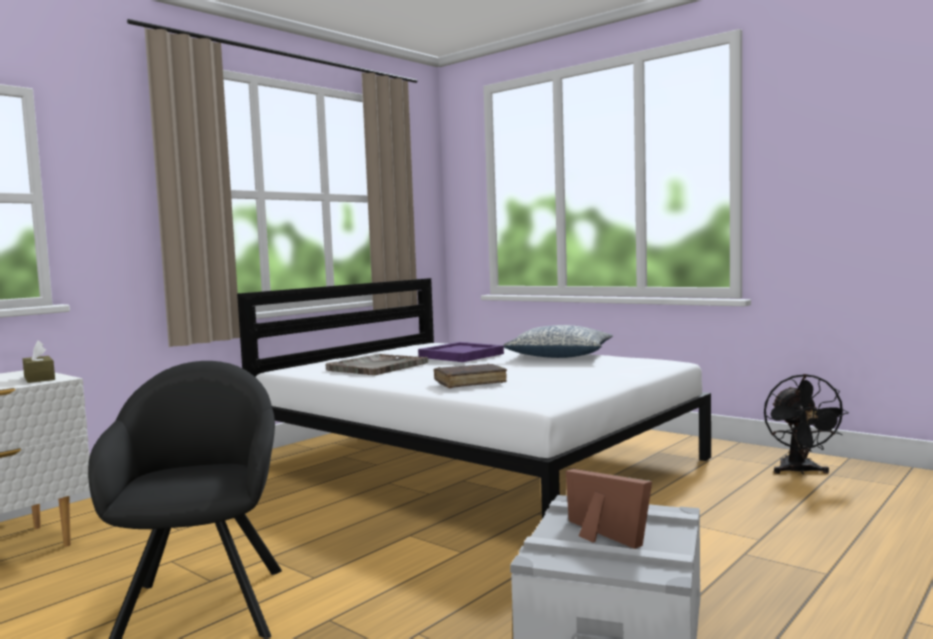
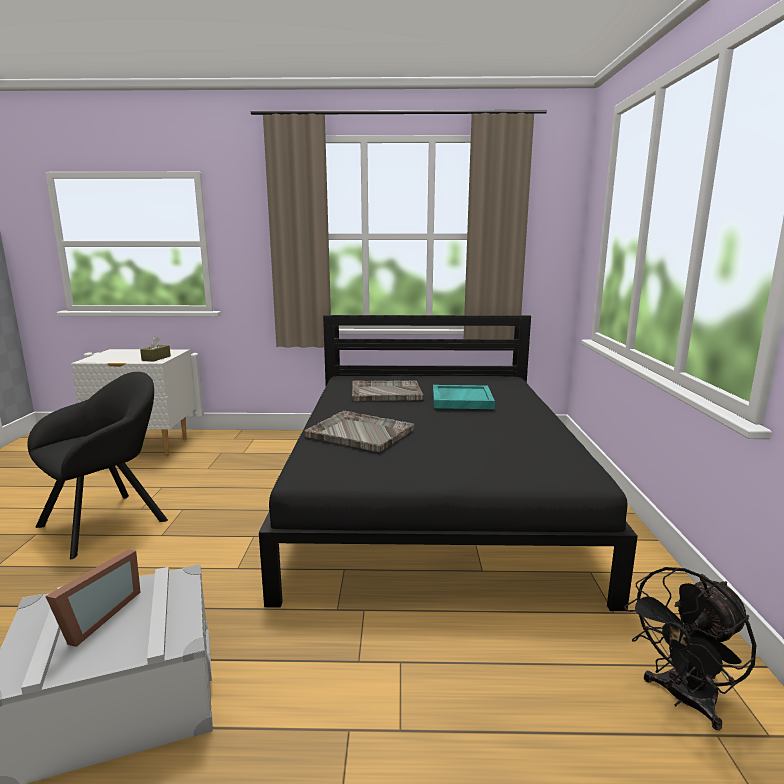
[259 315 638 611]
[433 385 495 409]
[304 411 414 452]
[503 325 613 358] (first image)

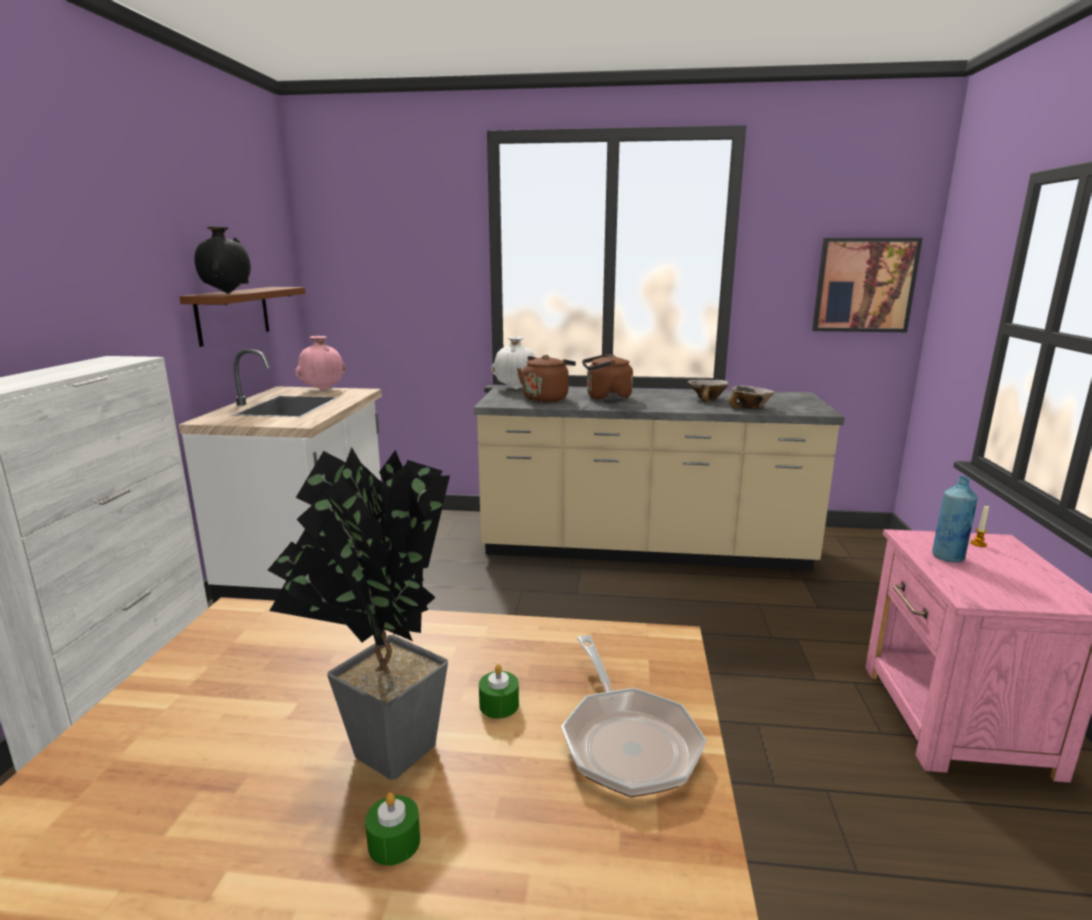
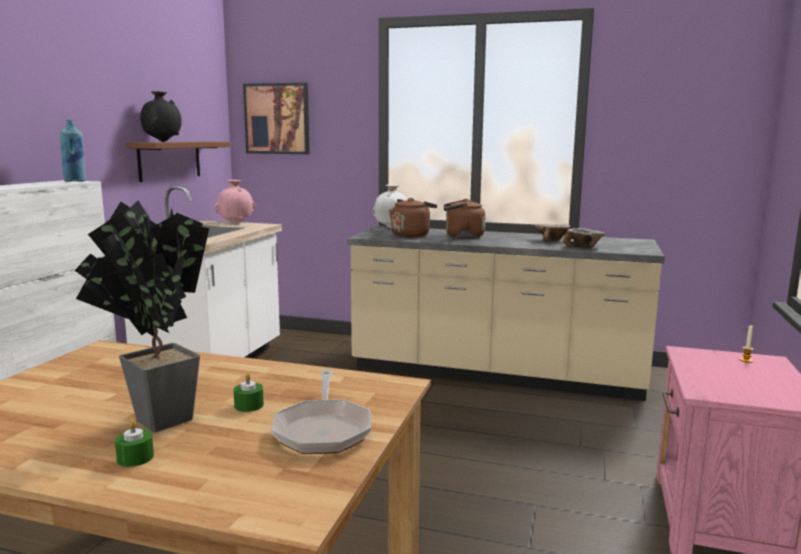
[243 83 310 154]
[59 120 86 182]

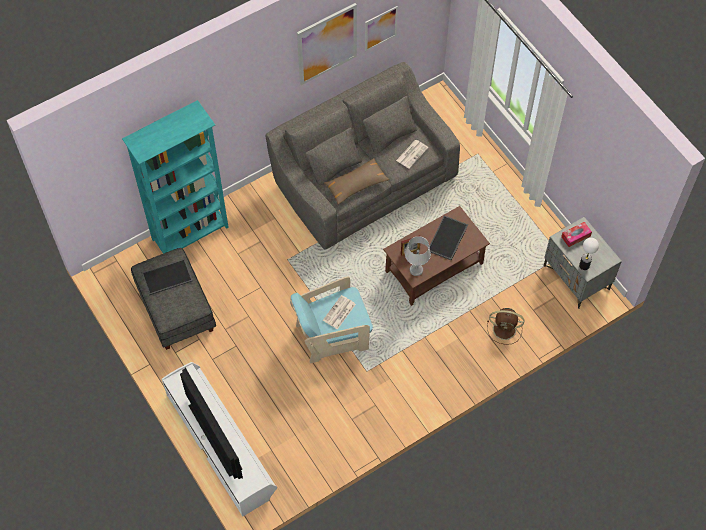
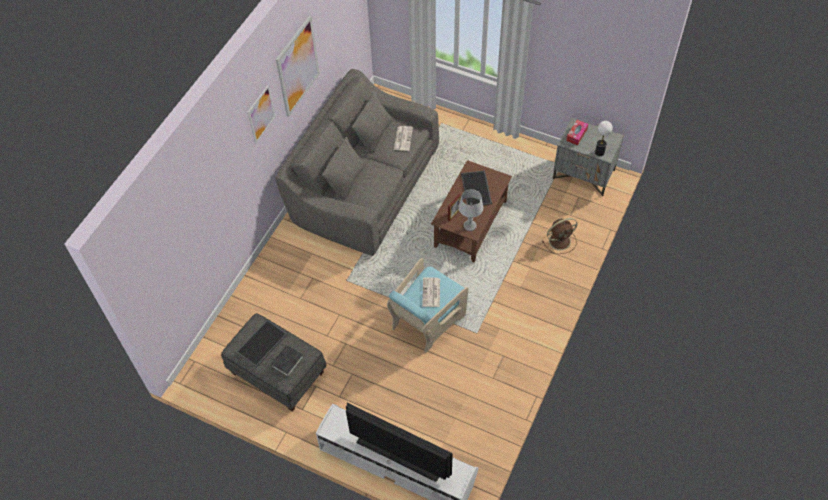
[122 100 229 254] (first image)
[324 158 390 205] (first image)
[248 85 276 143]
[271 345 304 377]

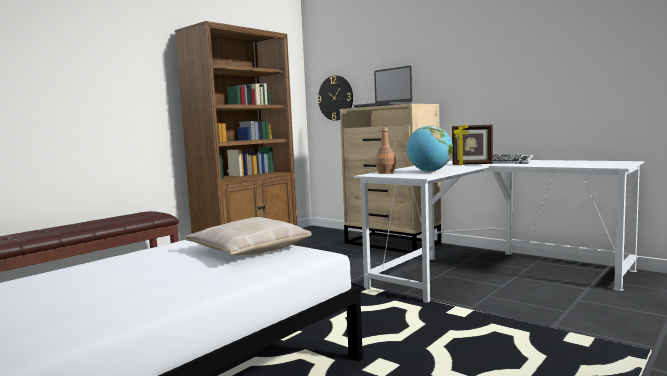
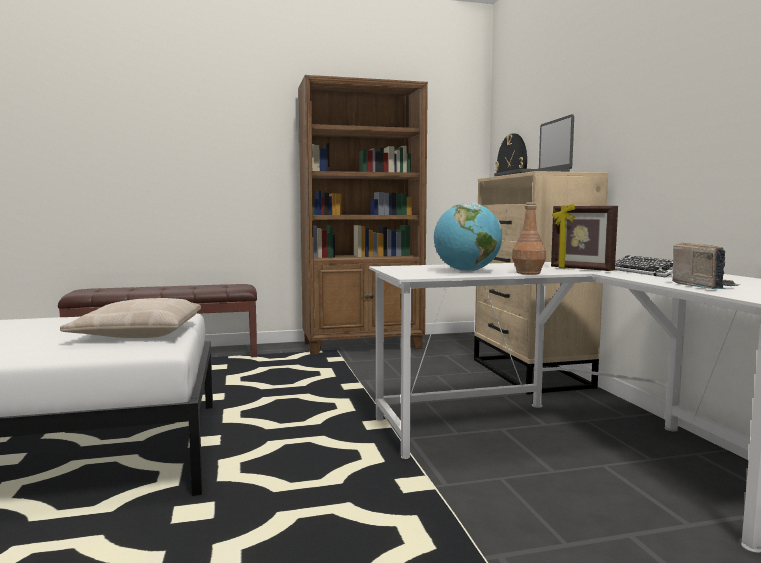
[512 202 546 274]
[672 243 740 289]

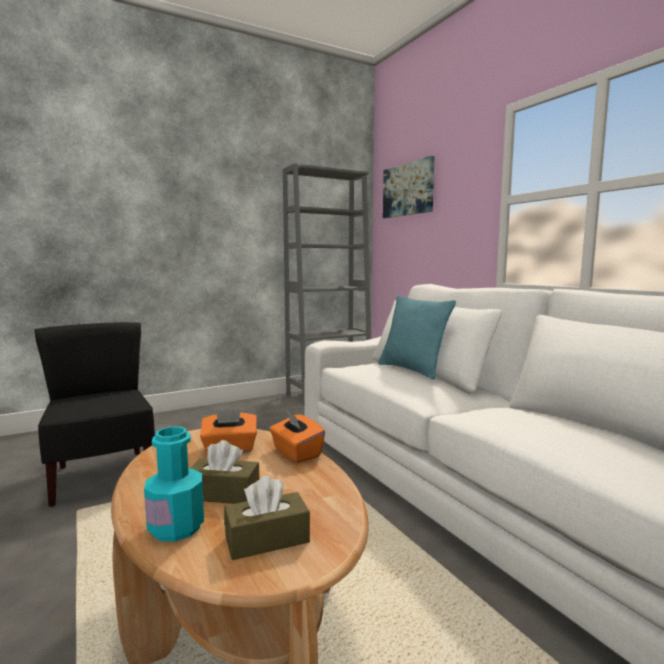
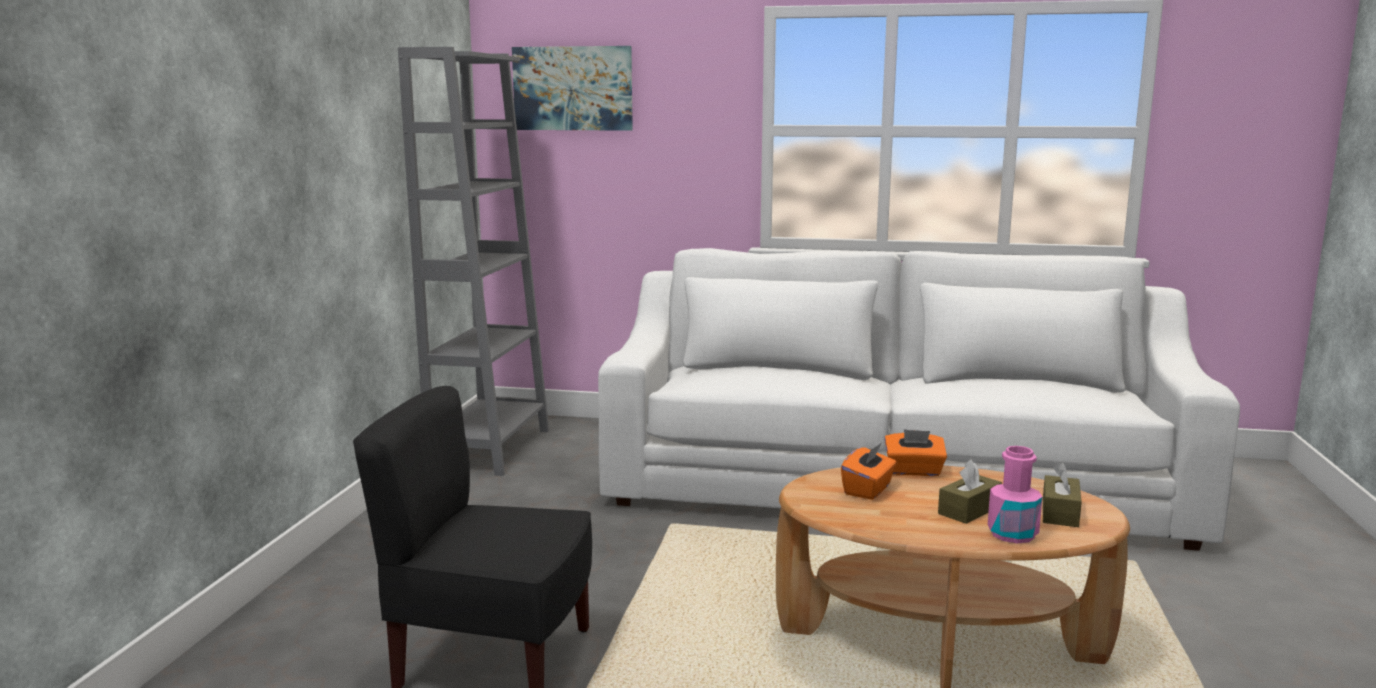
[988 446 1042 543]
[378 295 456 380] (first image)

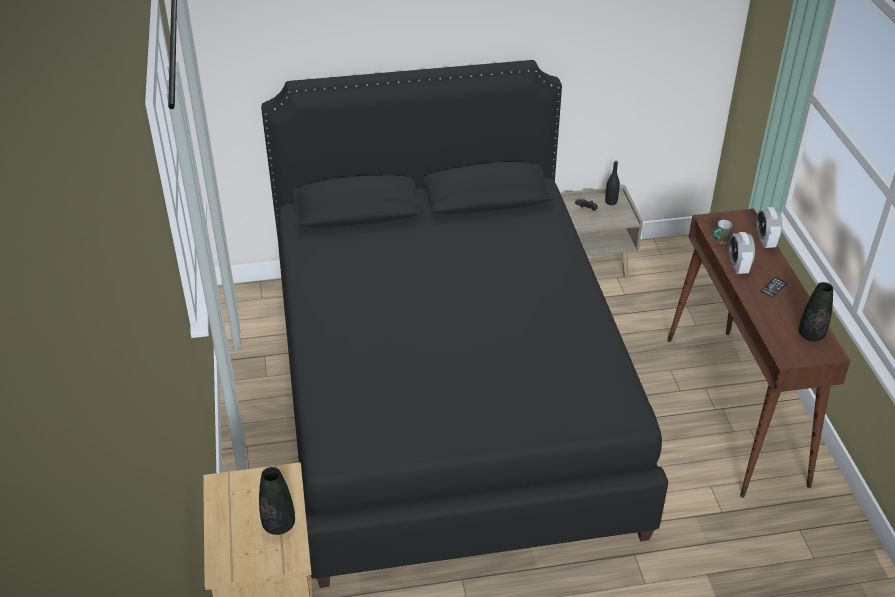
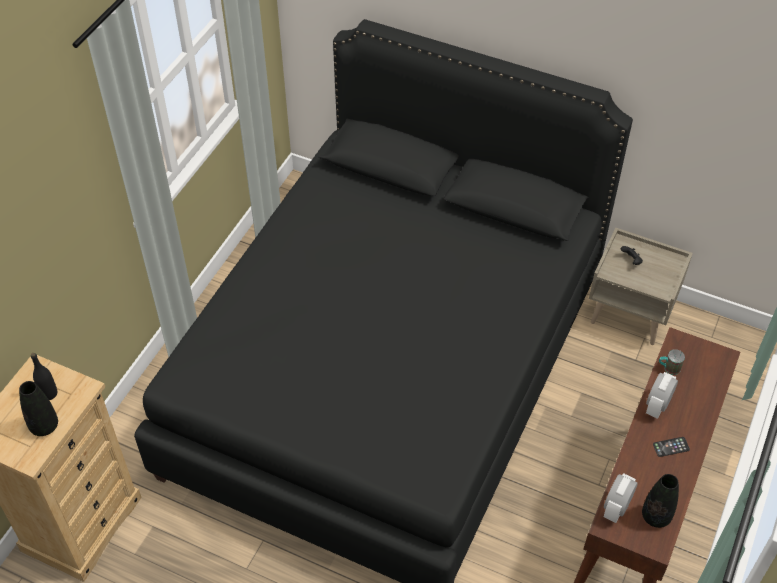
[31 353 57 400]
[604 473 637 523]

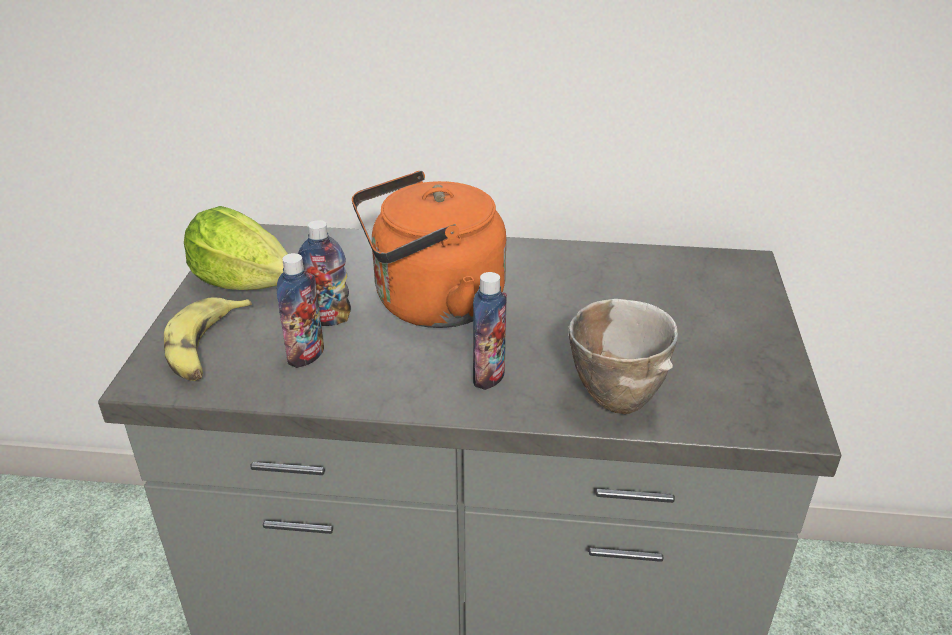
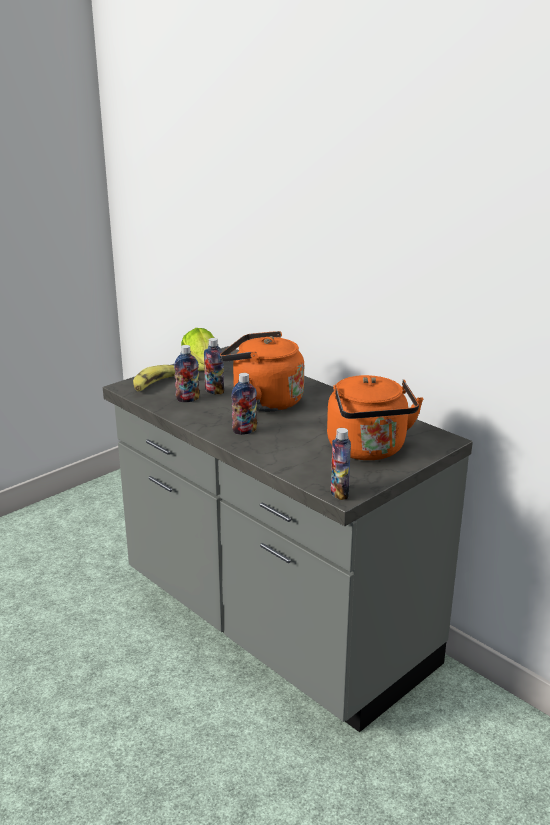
[569 299 678 414] (first image)
[327 375 424 460]
[331 428 351 500]

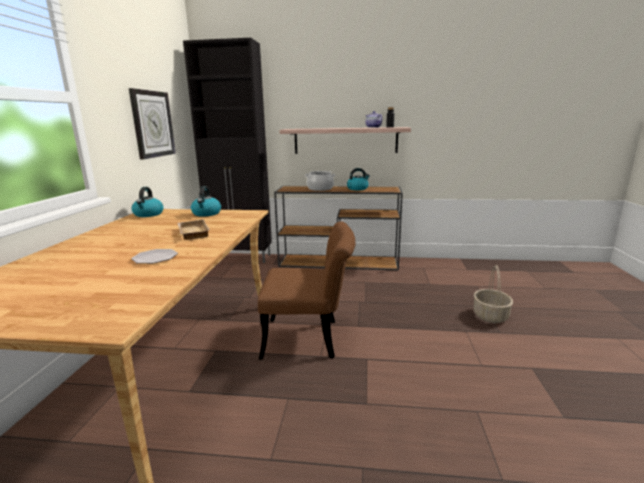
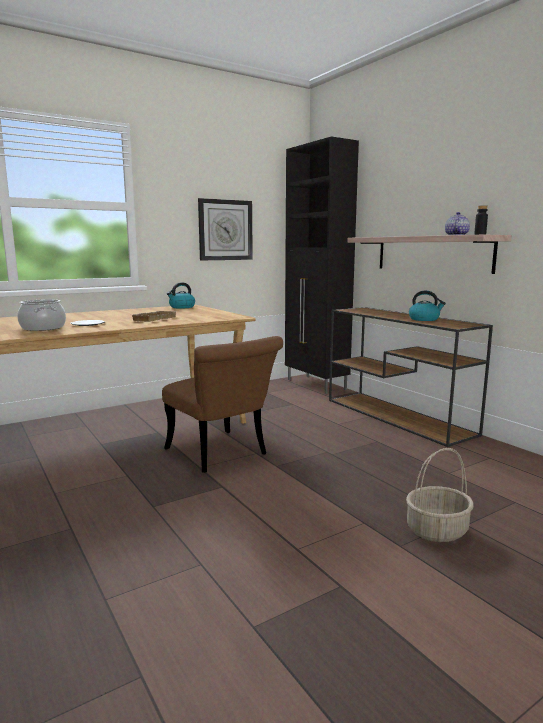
[191 186 221 217] (first image)
[17 299 66 331]

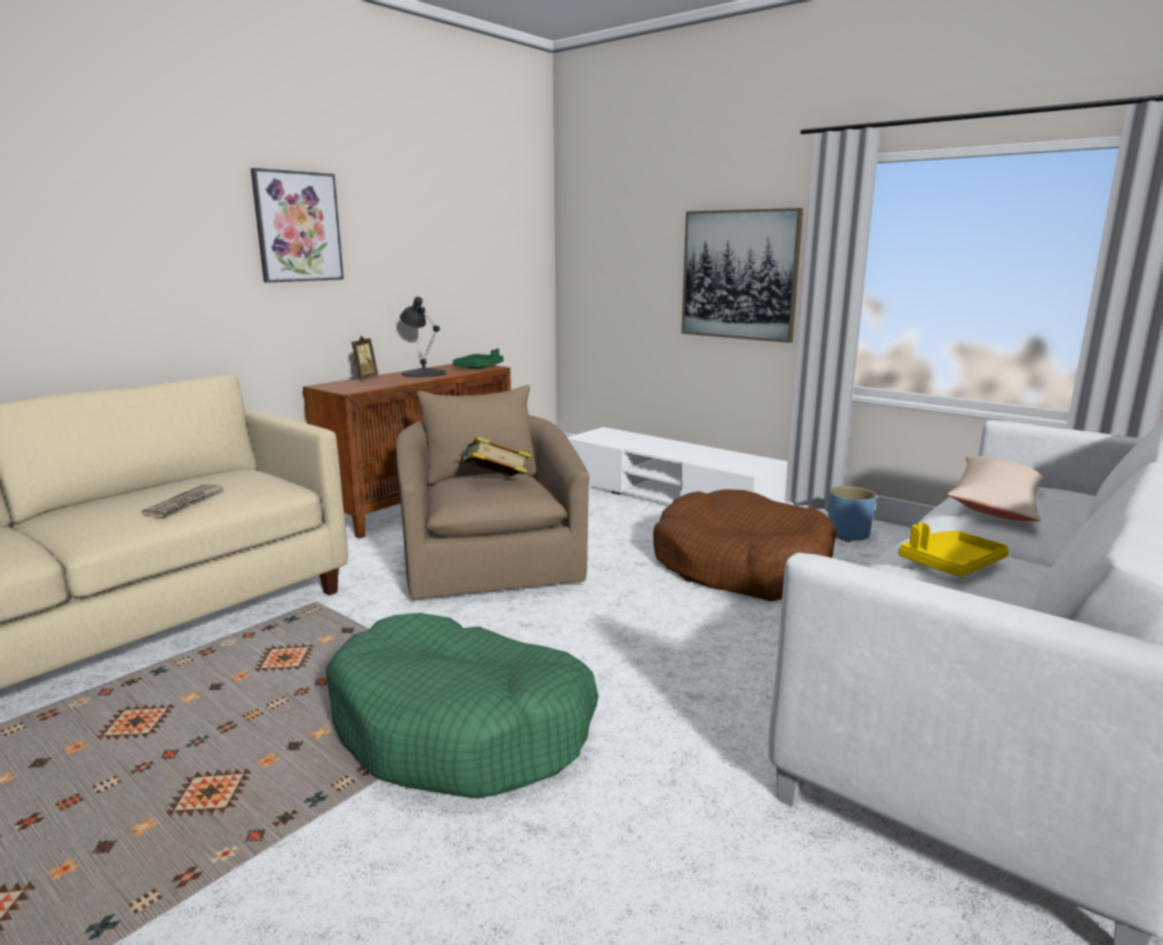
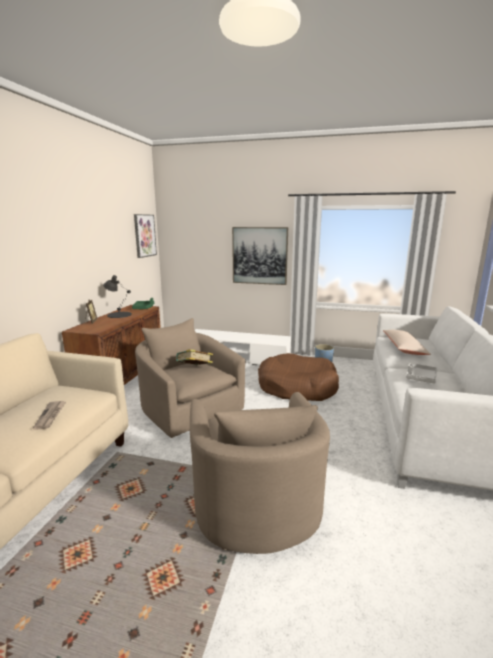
[134 214 157 258]
[190 392 330 554]
[406 364 437 384]

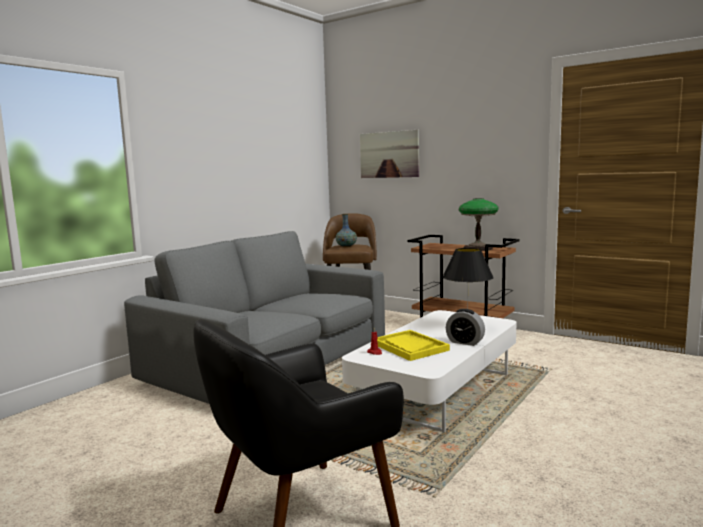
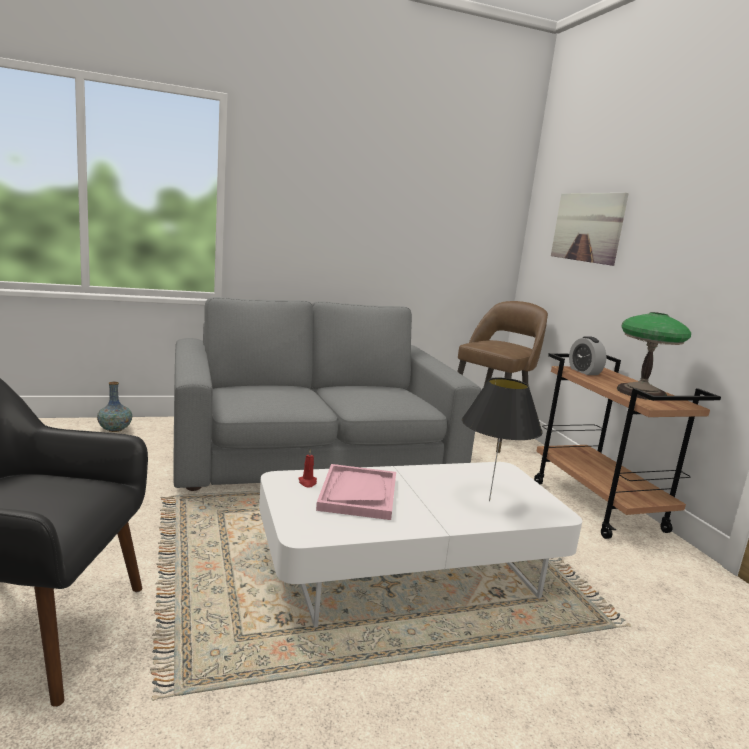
[97 382 132 432]
[316 464 396 520]
[569 336 606 375]

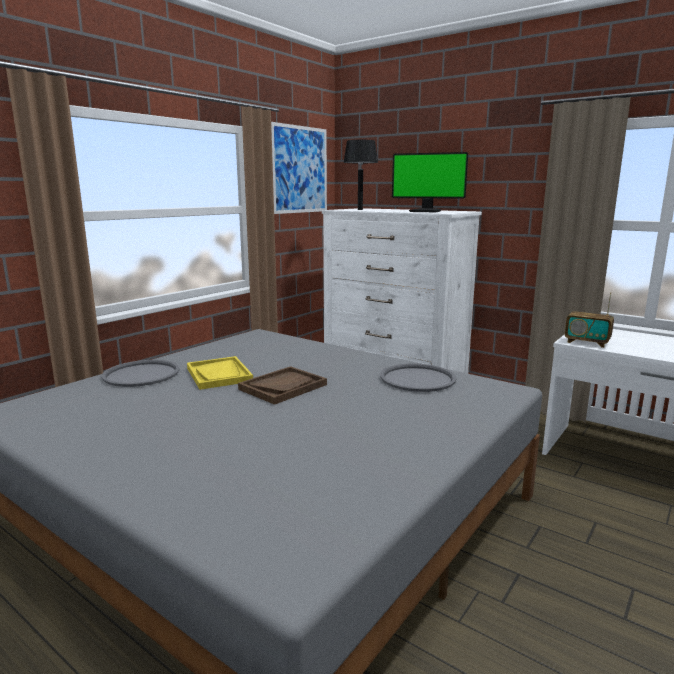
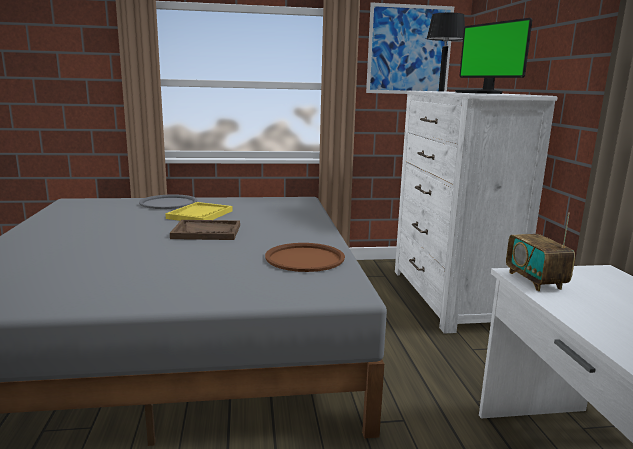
[265 243 345 272]

